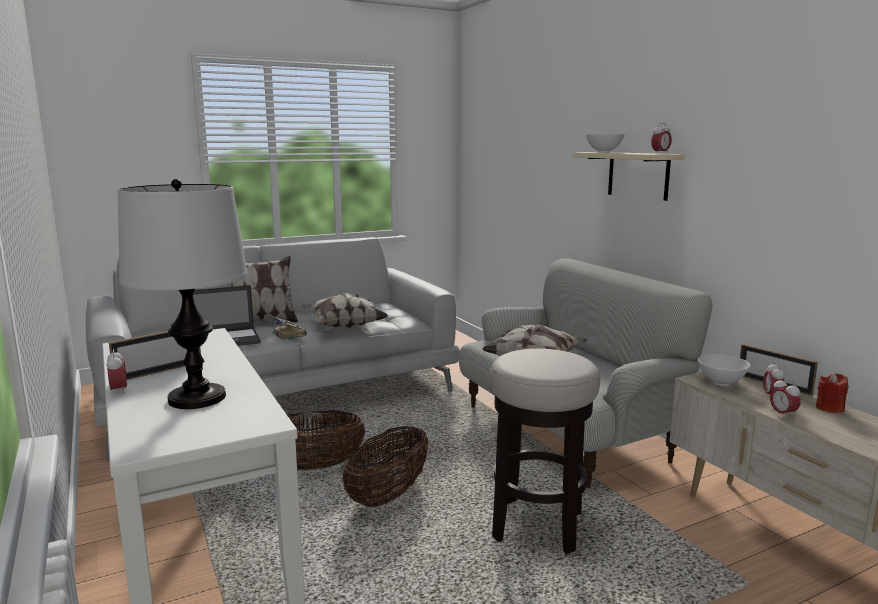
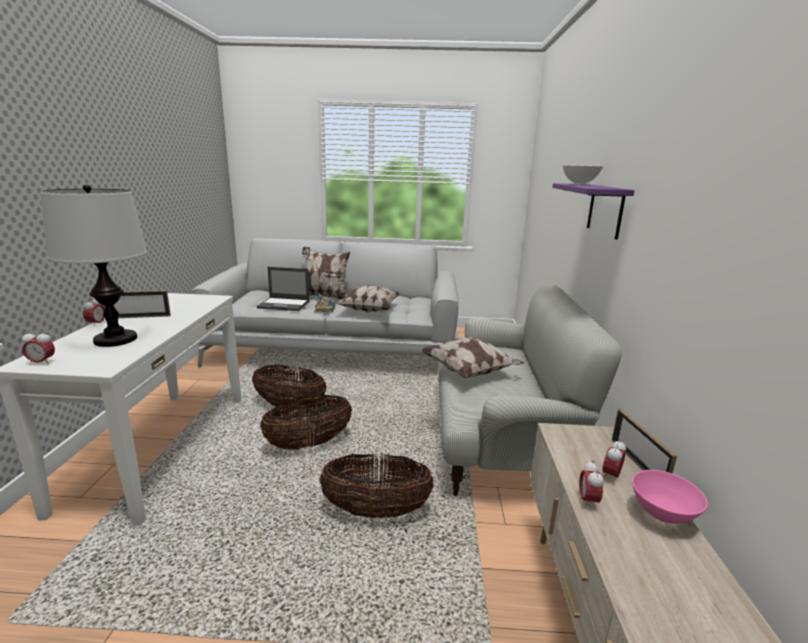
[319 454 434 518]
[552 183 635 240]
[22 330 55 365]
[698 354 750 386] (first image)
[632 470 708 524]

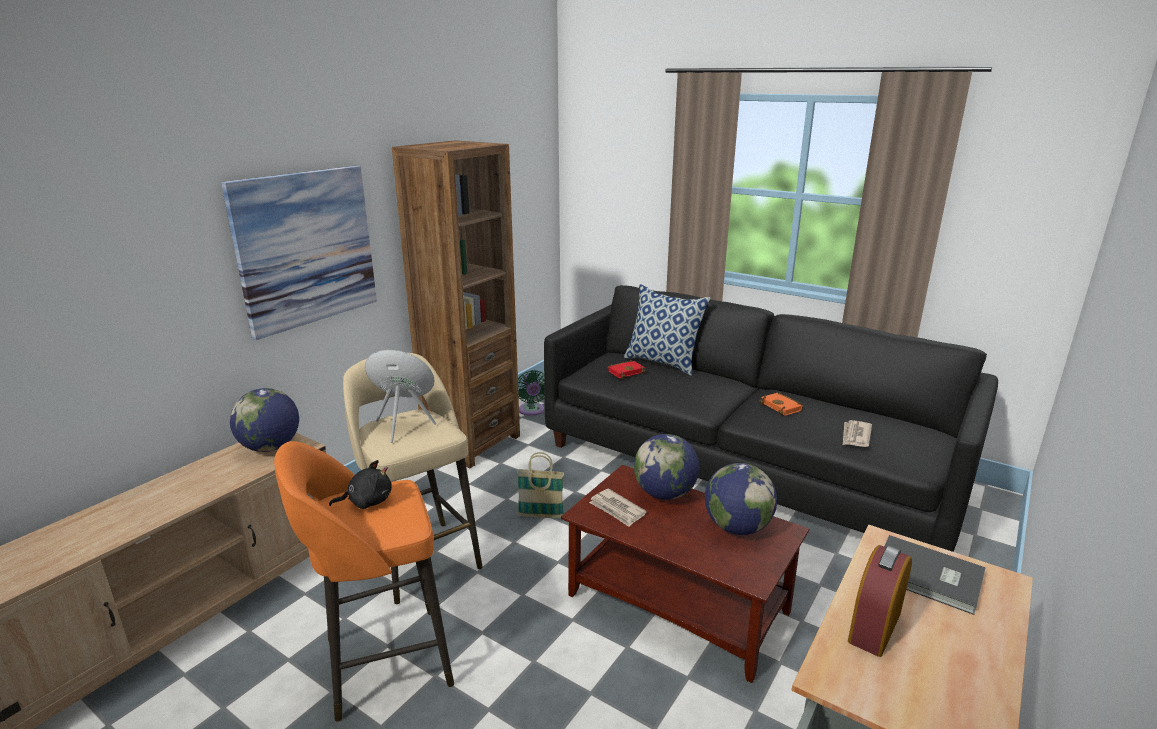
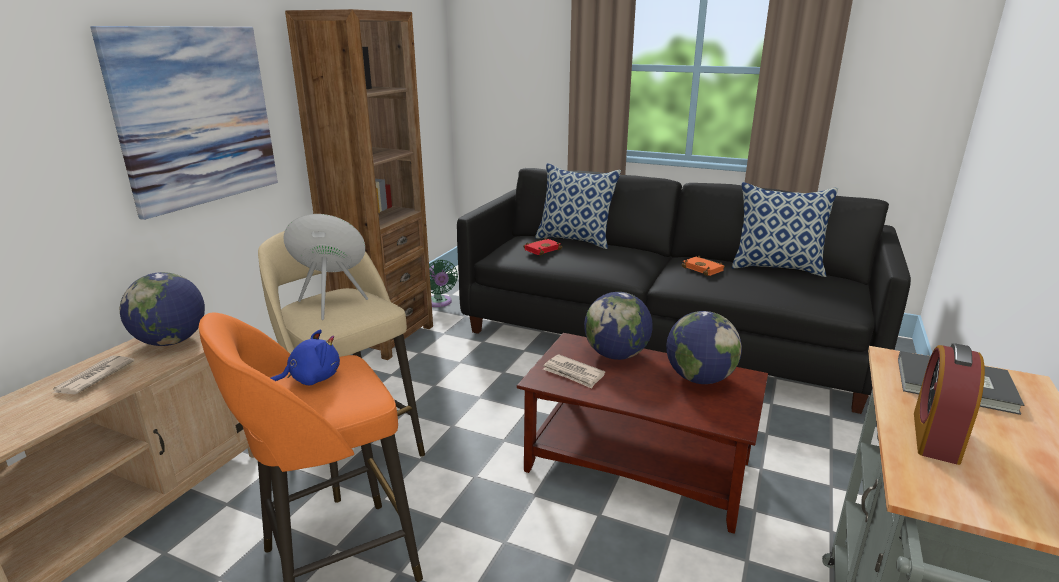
[271 329 340 385]
[517 452 564 518] (first image)
[53 356 135 394]
[732 182 838 277]

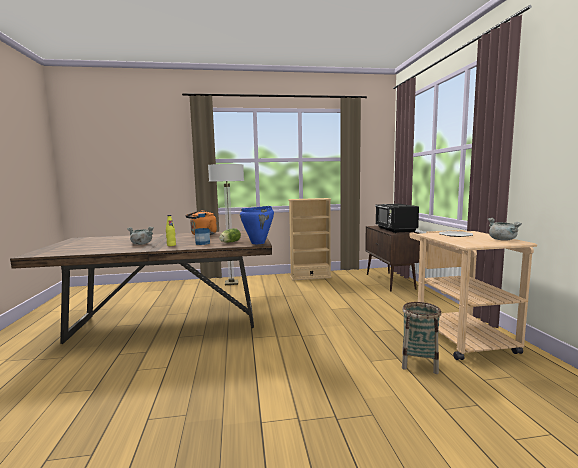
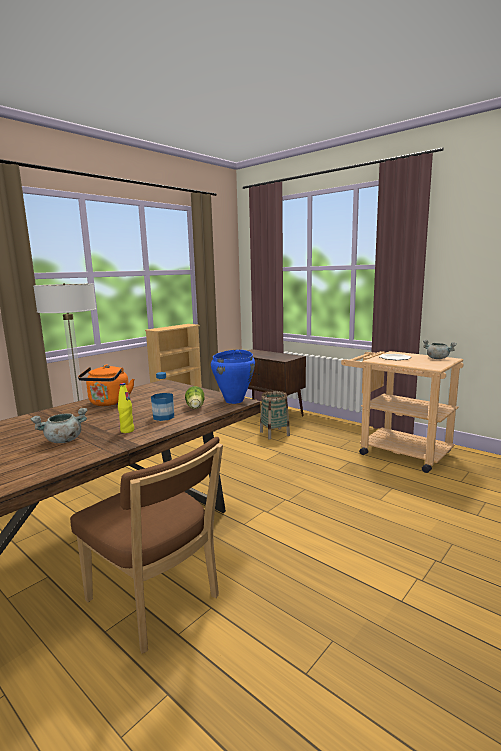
[375 204 419 233] (first image)
[260 391 290 439]
[70 437 223 653]

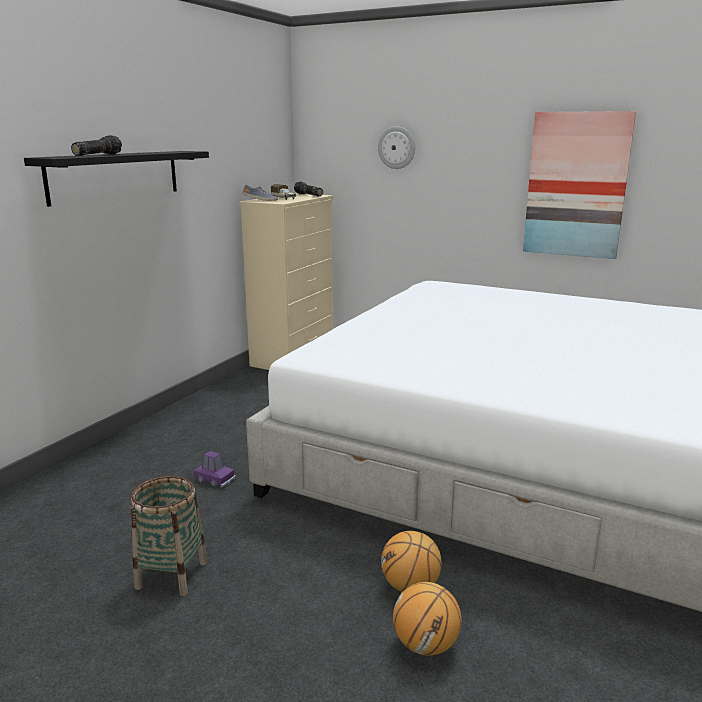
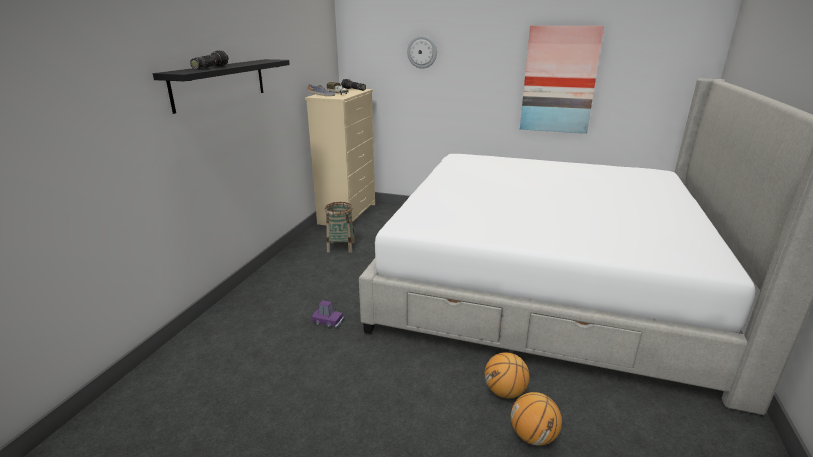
[325 202 355 253]

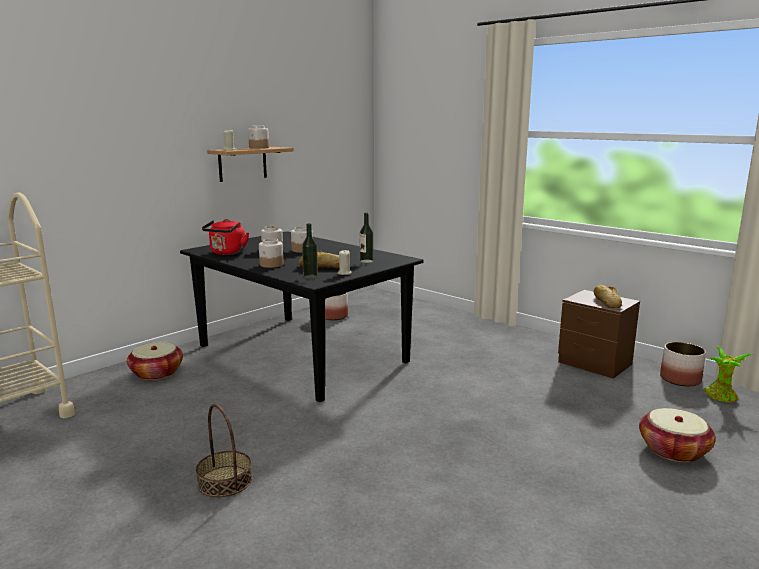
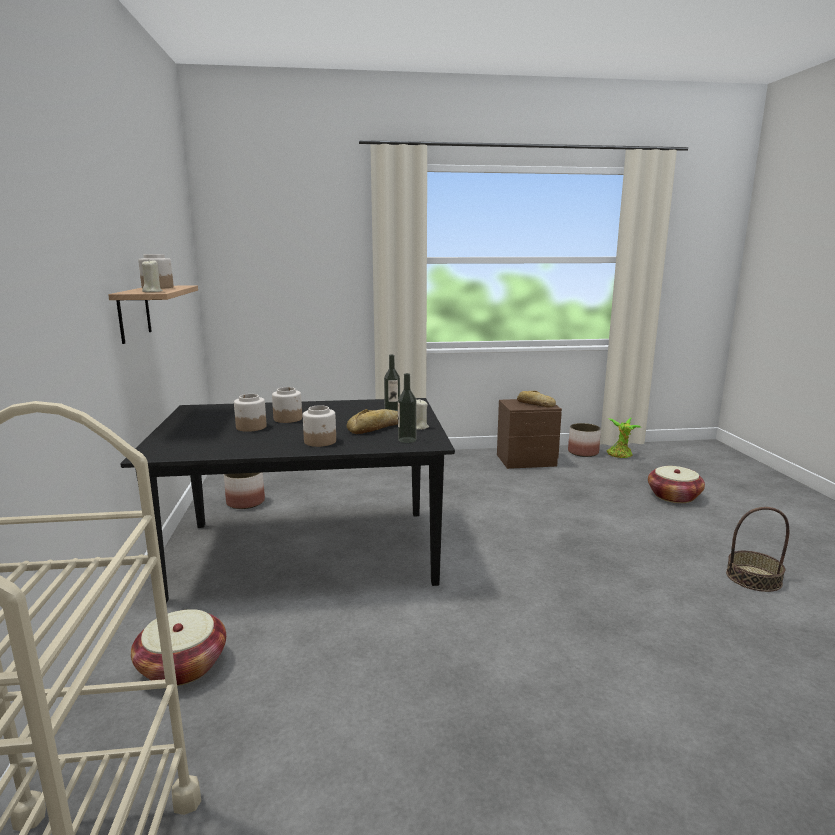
[726 507 789 592]
[202 219 249 255] (first image)

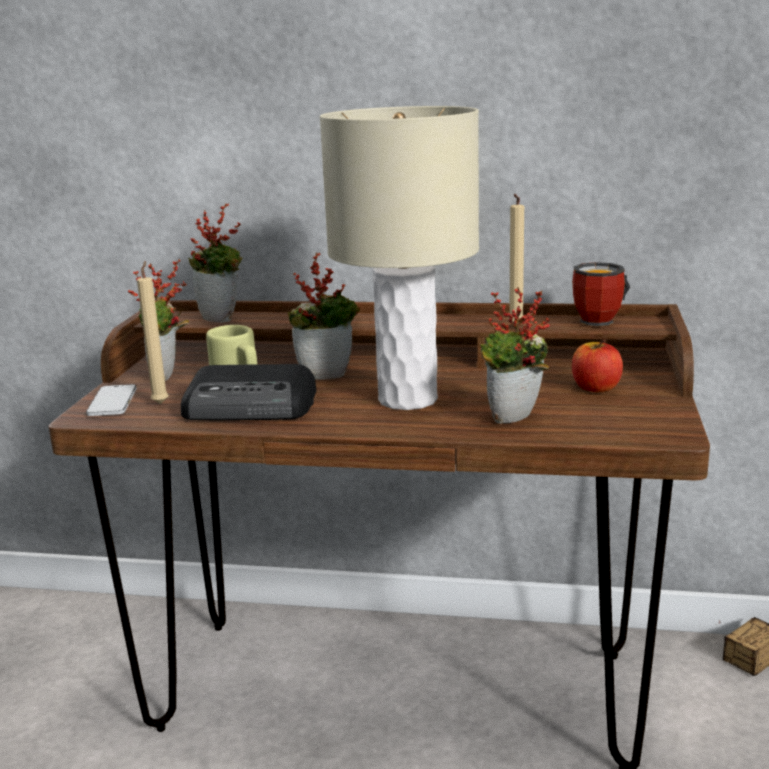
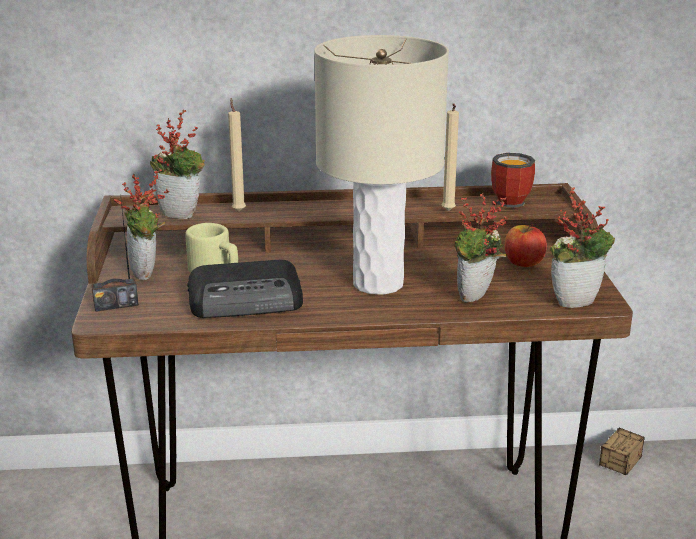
[91 194 139 312]
[228 98 246 211]
[550 187 615 308]

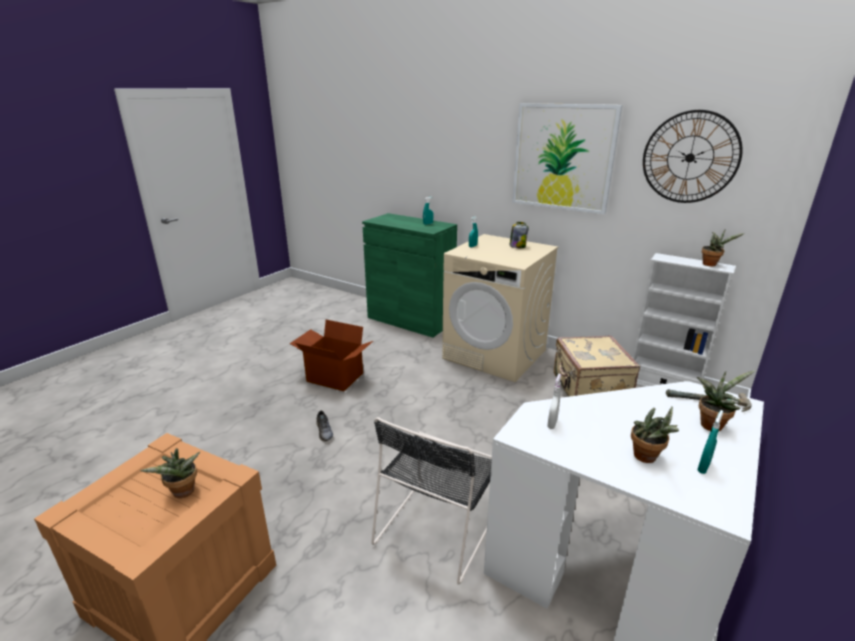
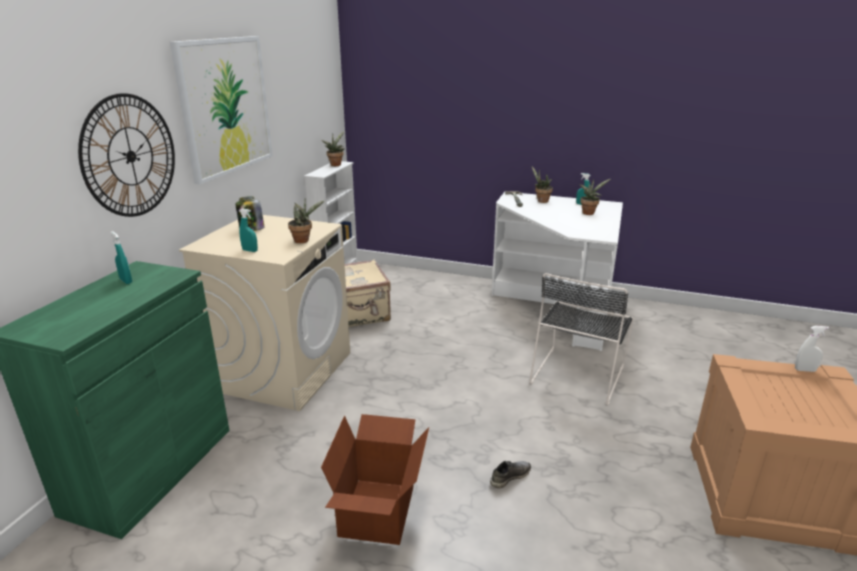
[288 198 325 243]
[529 273 634 406]
[795 326 829 372]
[78 93 175 217]

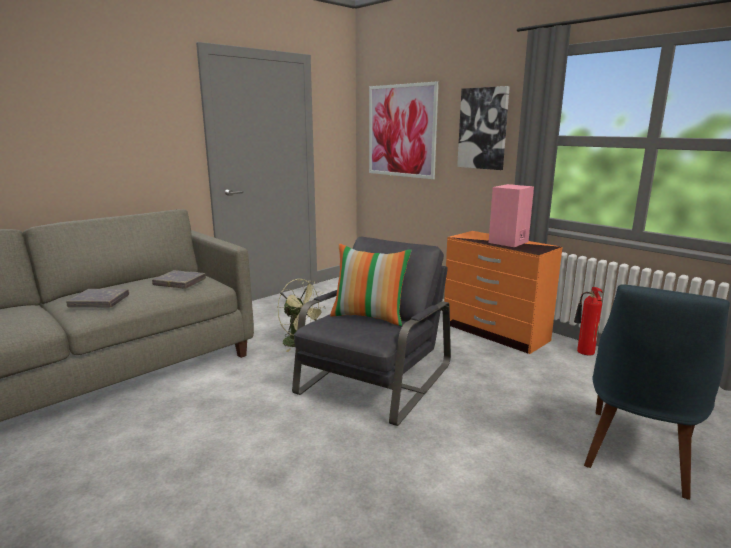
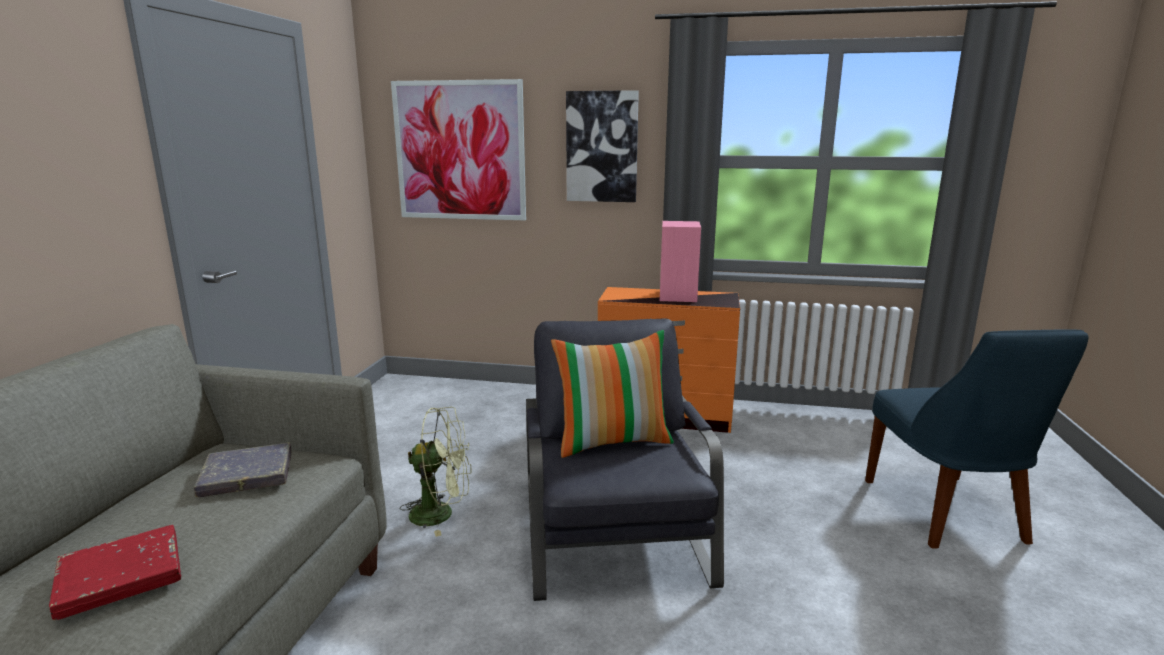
[49 525 181 620]
[574 287 603 356] (first image)

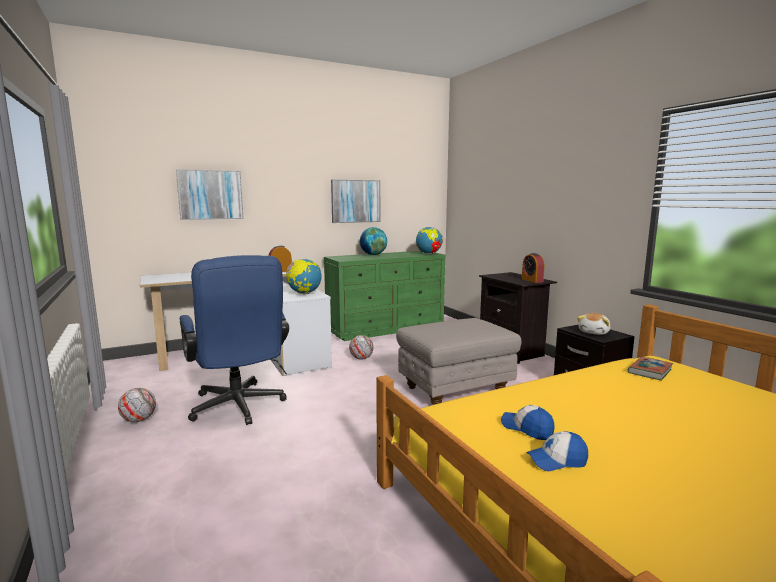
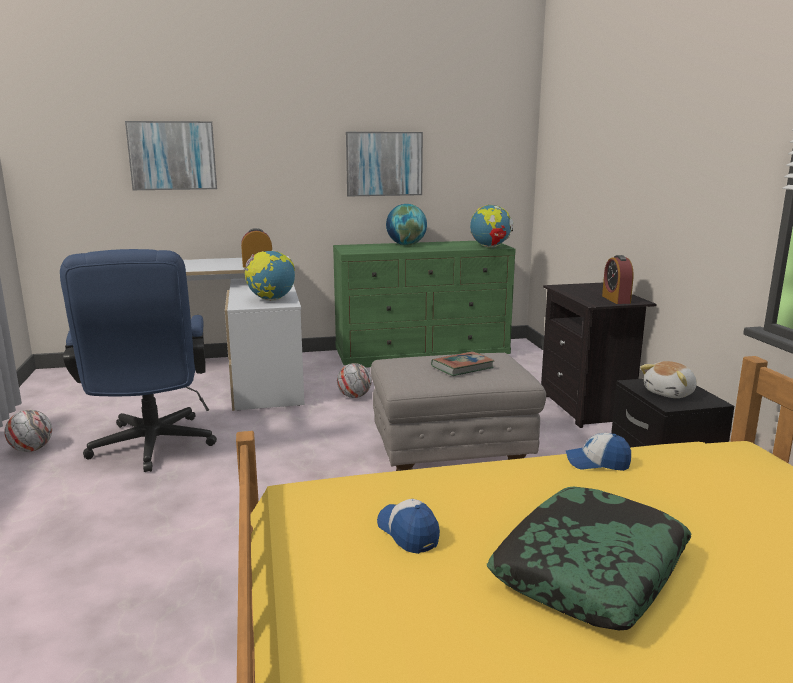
[566 433 631 471]
[431 351 495 376]
[487 487 692 630]

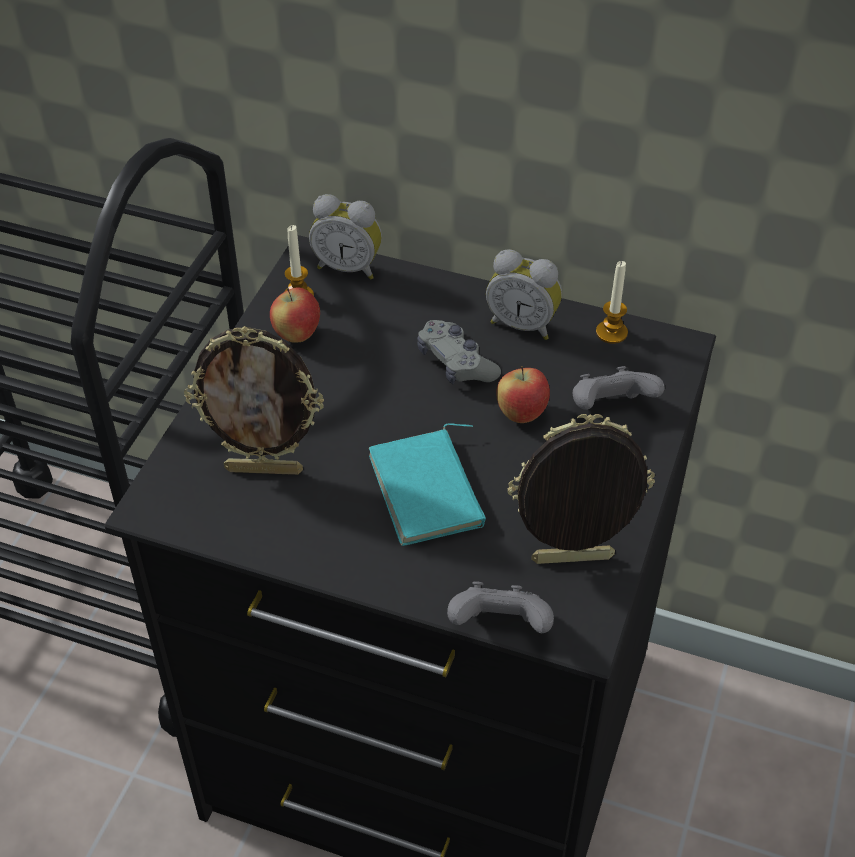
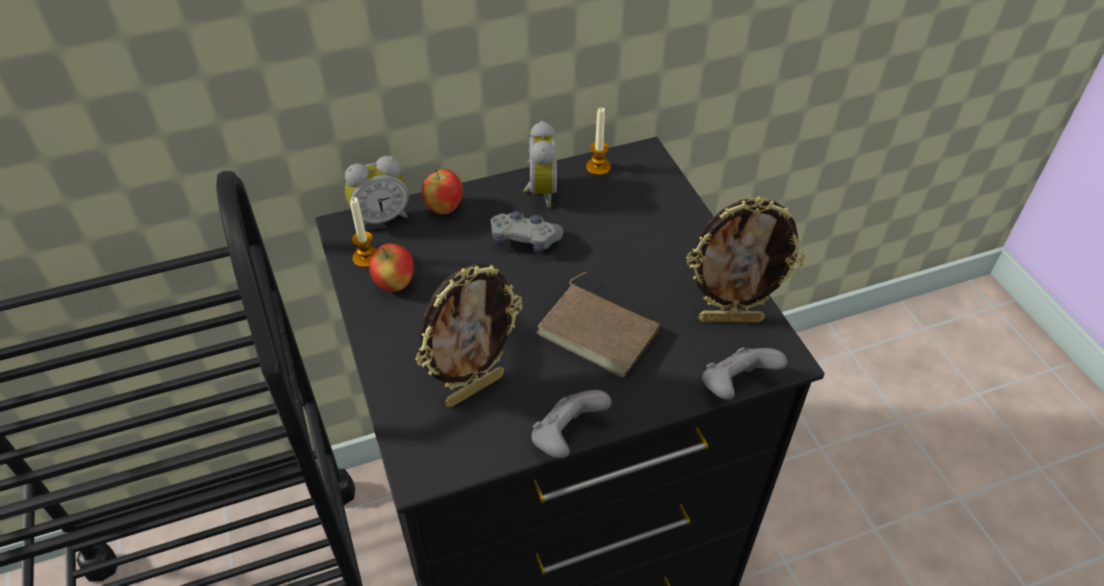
[536 271 660 377]
[523 121 557 207]
[422 169 463 214]
[686 196 806 323]
[531 390 611 458]

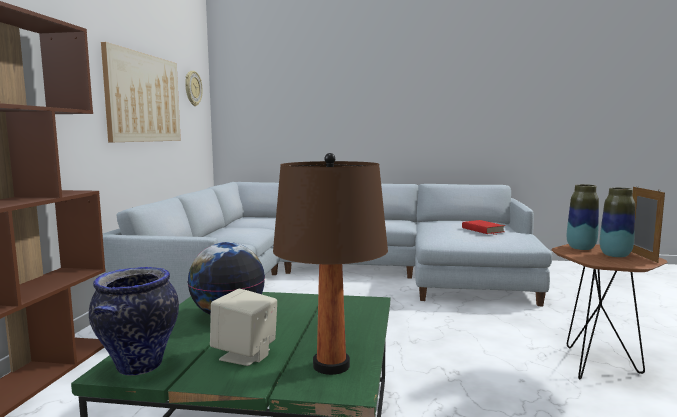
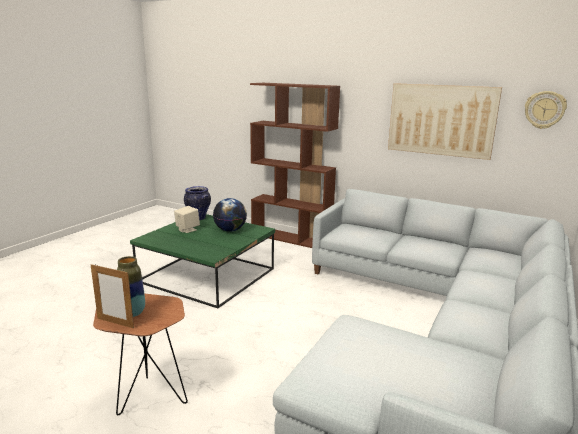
[273 153 388 375] (first image)
[462 220 505 235] (first image)
[567 184 599 250] (first image)

